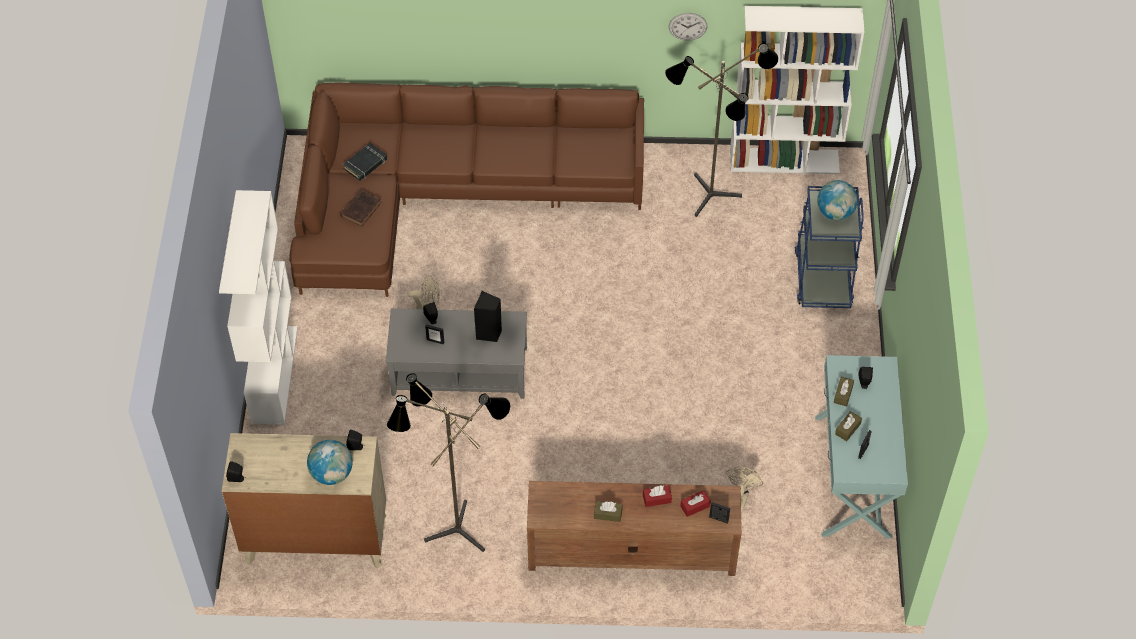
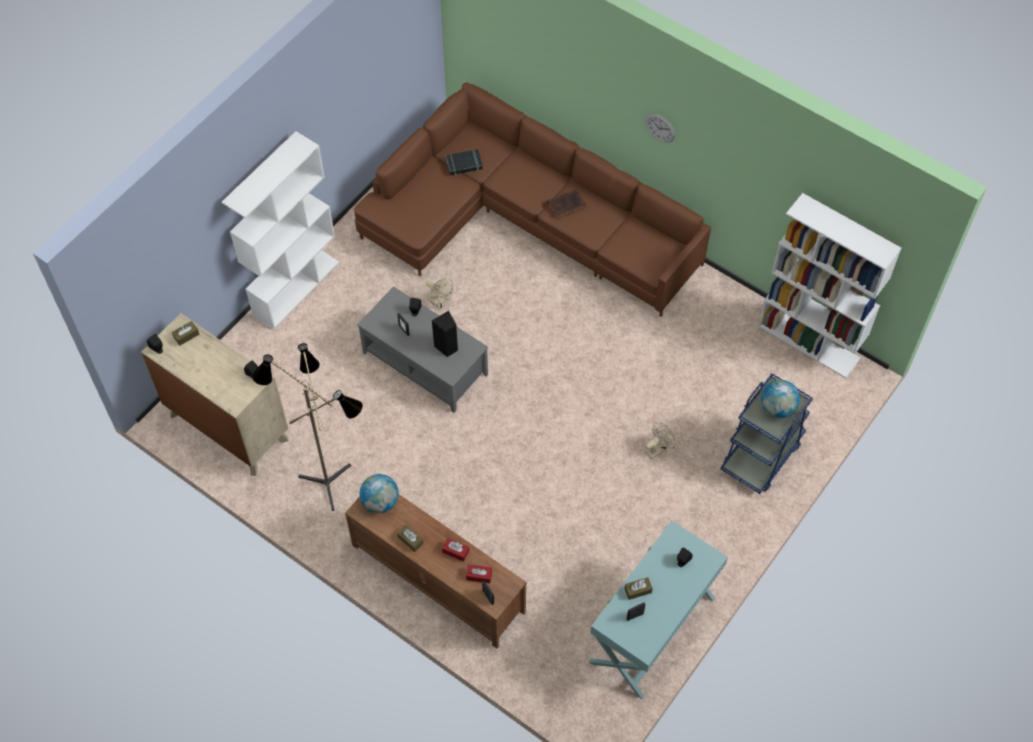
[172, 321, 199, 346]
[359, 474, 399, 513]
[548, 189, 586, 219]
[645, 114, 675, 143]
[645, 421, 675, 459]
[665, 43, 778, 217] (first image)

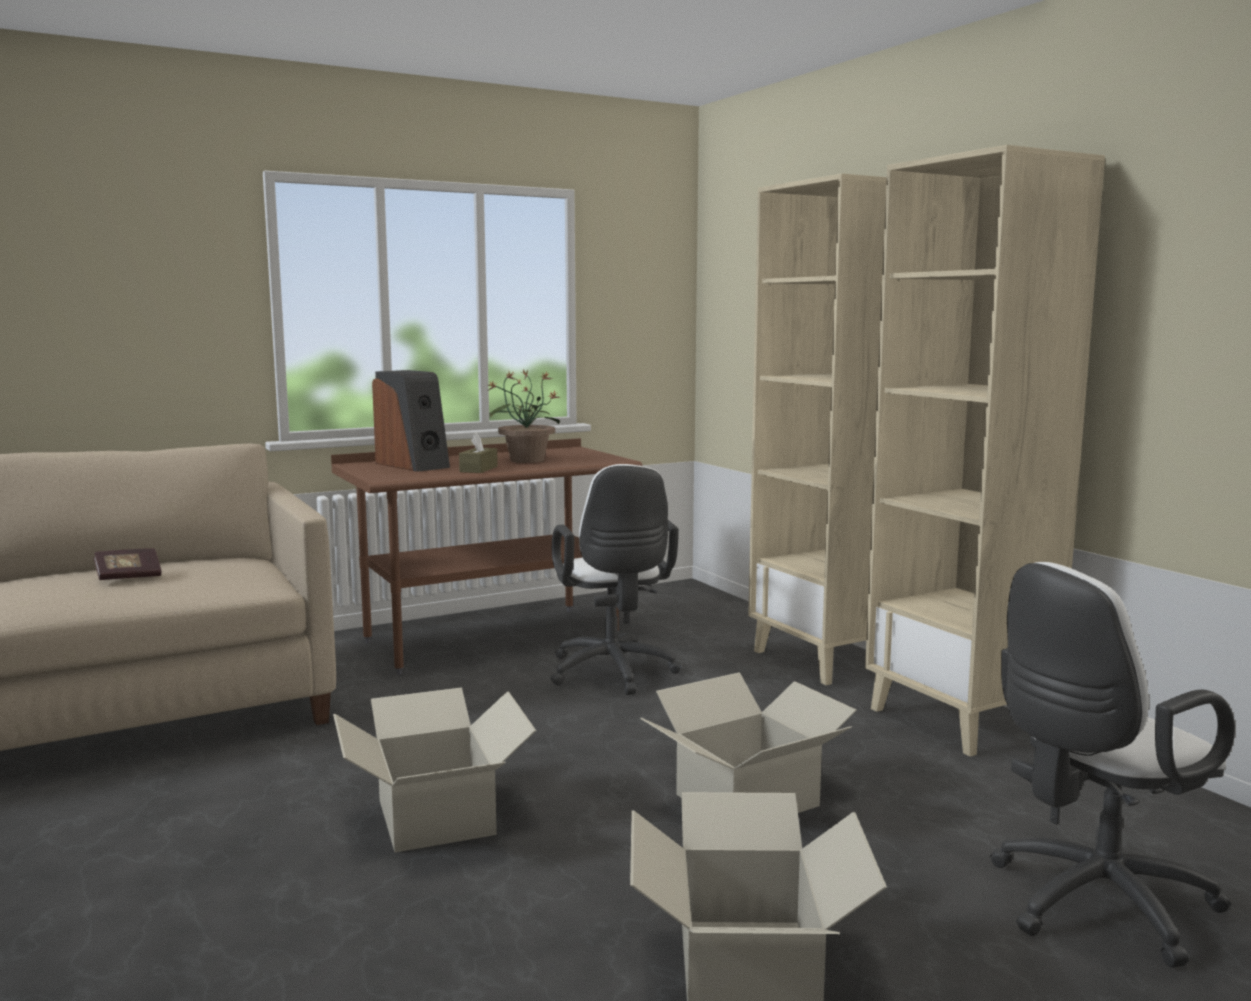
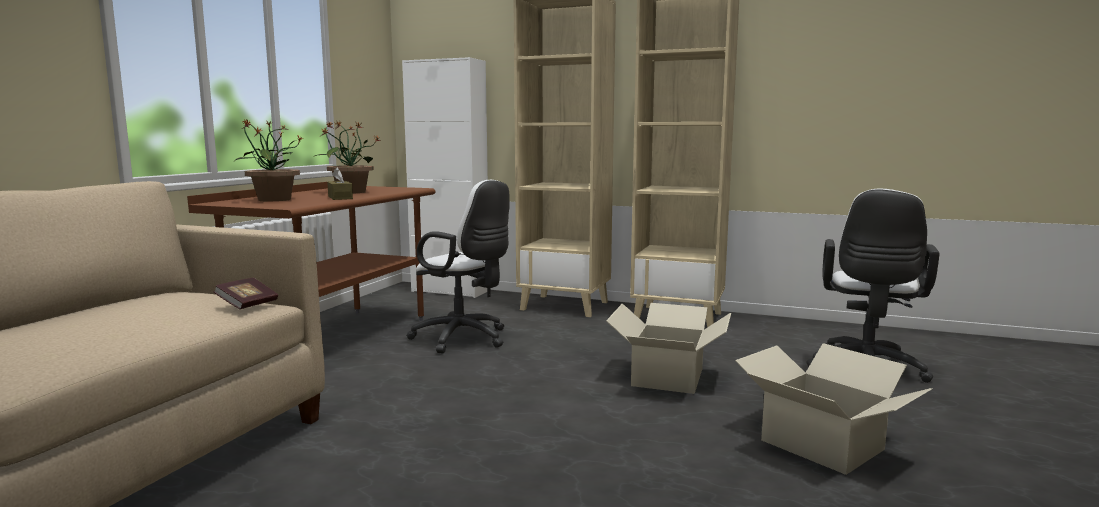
[213, 278, 278, 309]
[235, 118, 303, 201]
[402, 57, 488, 298]
[333, 687, 536, 853] (first image)

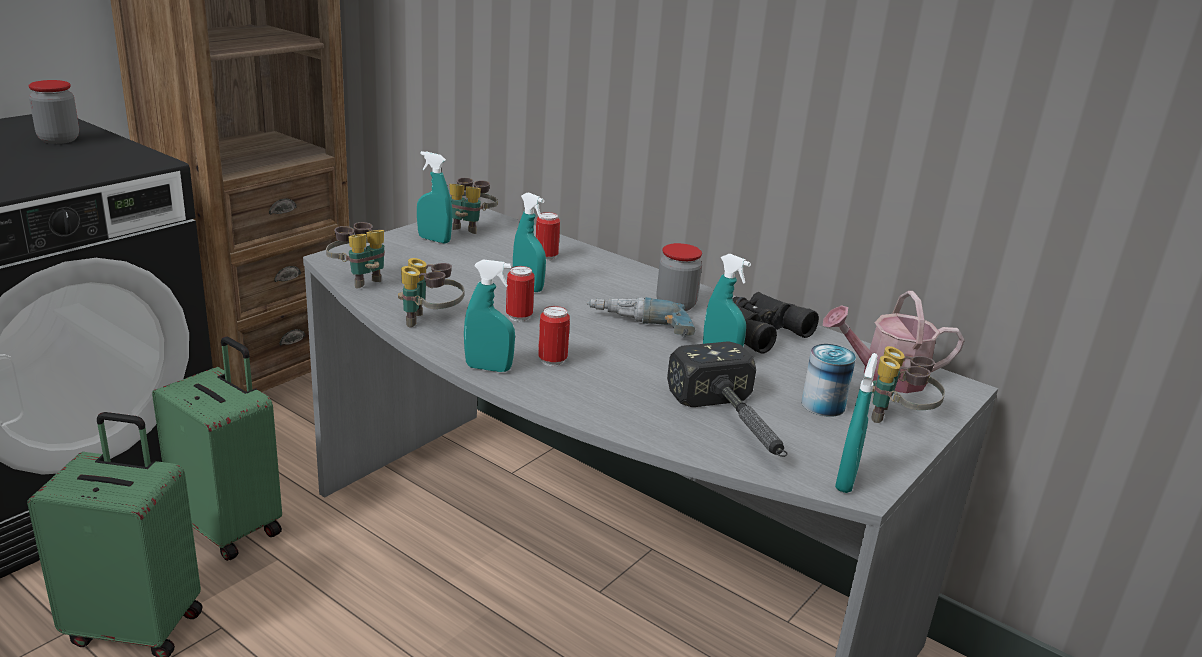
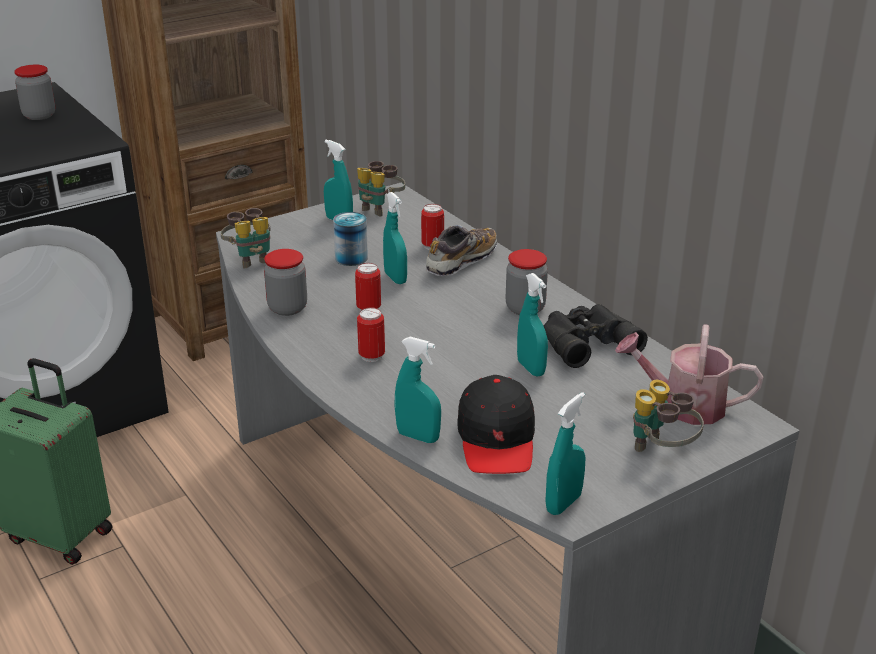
[264, 249, 307, 316]
[333, 212, 368, 266]
[394, 337, 441, 443]
[426, 225, 497, 276]
[457, 375, 535, 474]
[152, 337, 282, 561] (first image)
[587, 297, 695, 337] (first image)

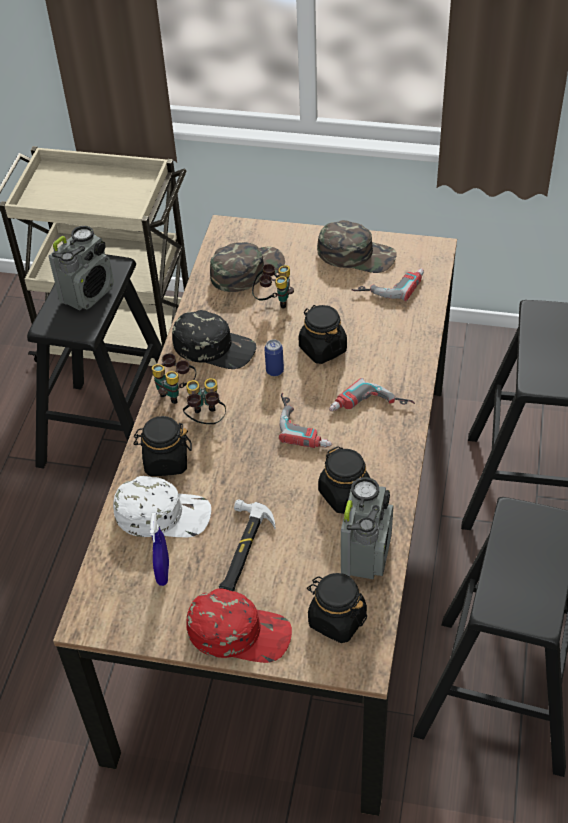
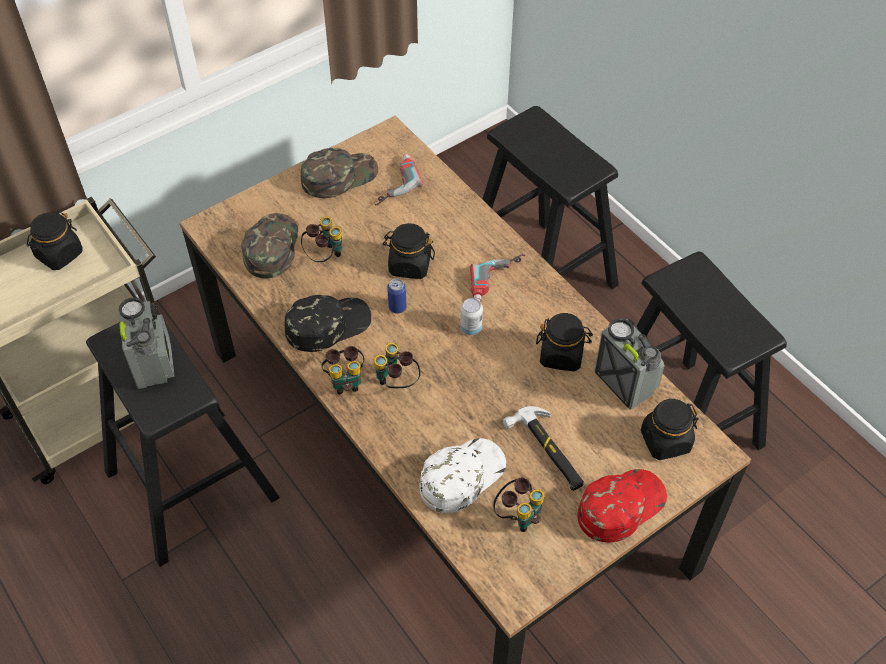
[27, 211, 83, 270]
[460, 298, 483, 335]
[493, 478, 545, 532]

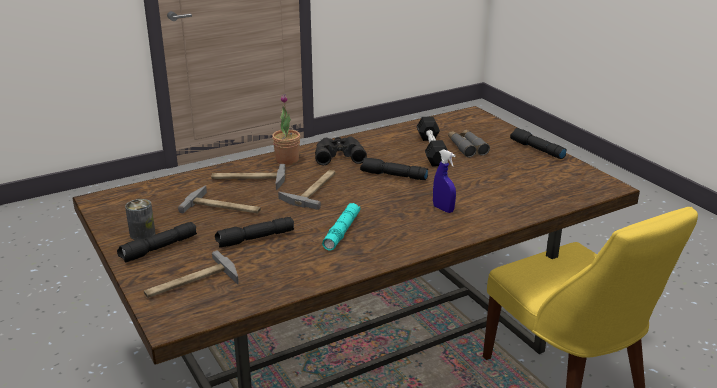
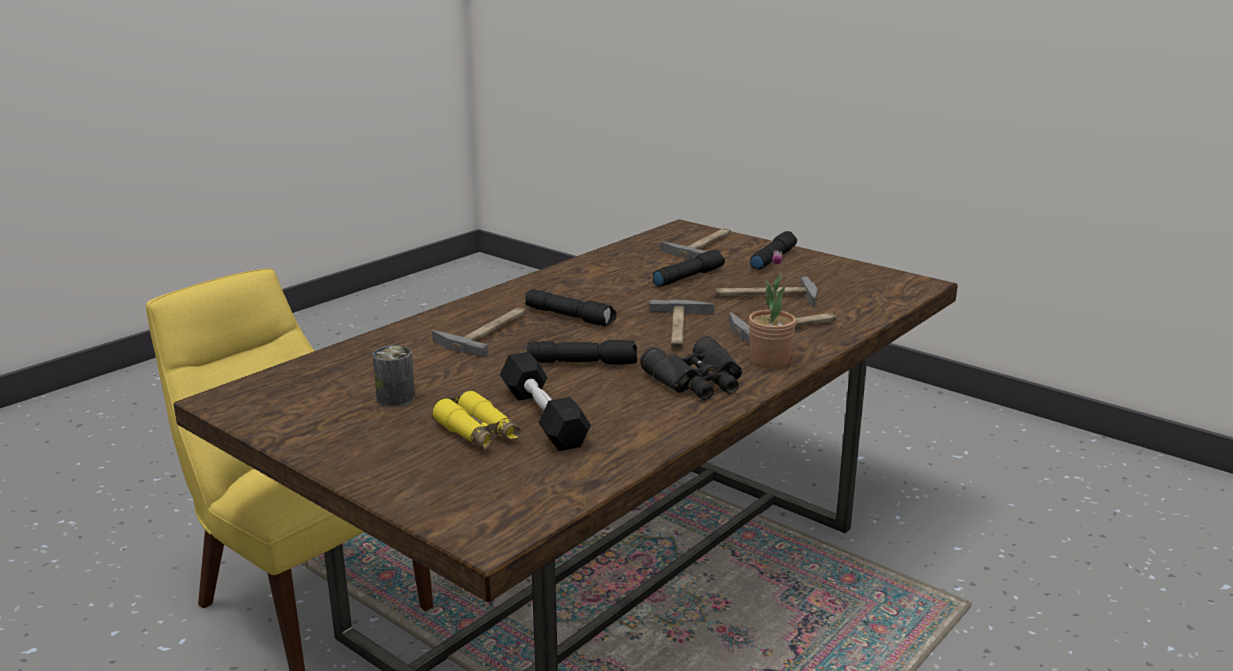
[372, 345, 415, 407]
[432, 307, 526, 357]
[432, 390, 521, 450]
[525, 289, 617, 327]
[322, 203, 361, 251] (first image)

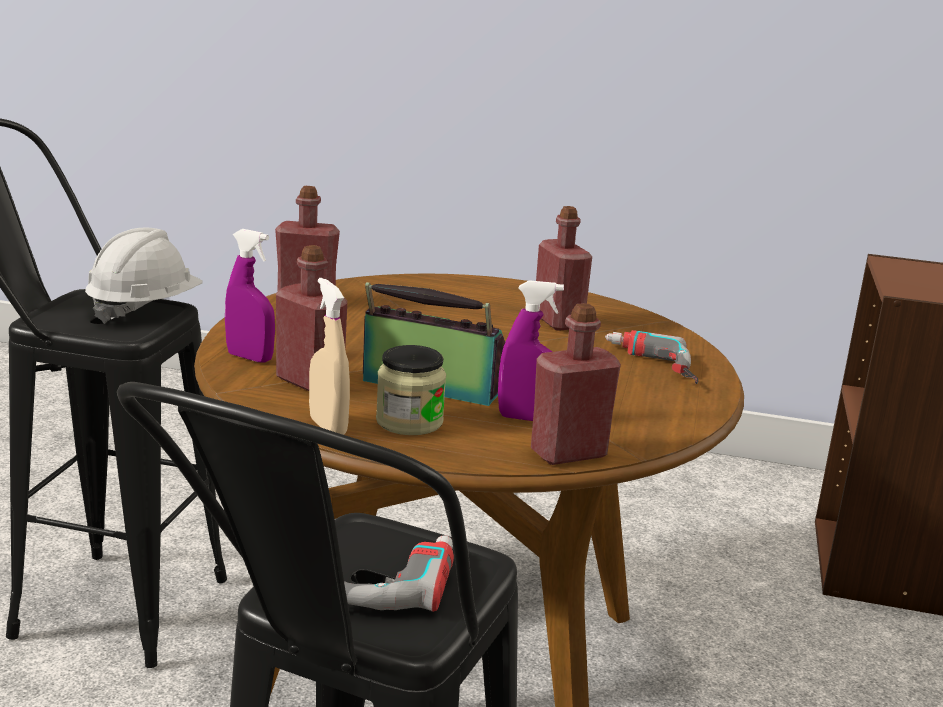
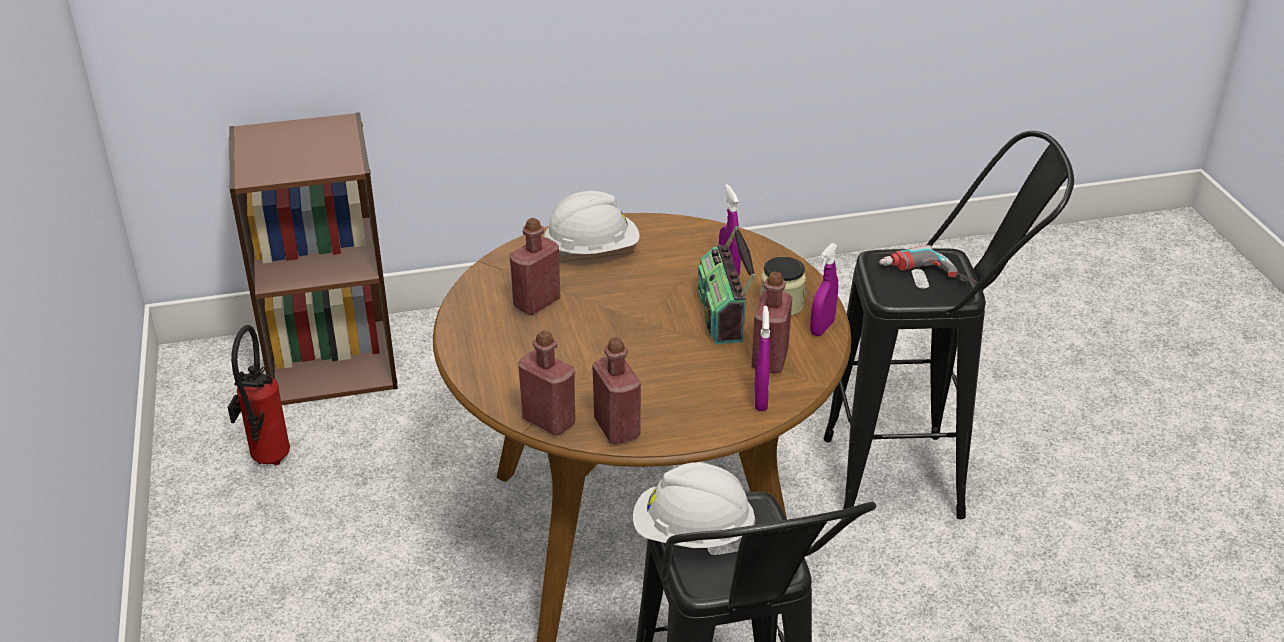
[227, 325, 290, 466]
[518, 331, 576, 436]
[544, 191, 640, 257]
[810, 243, 838, 336]

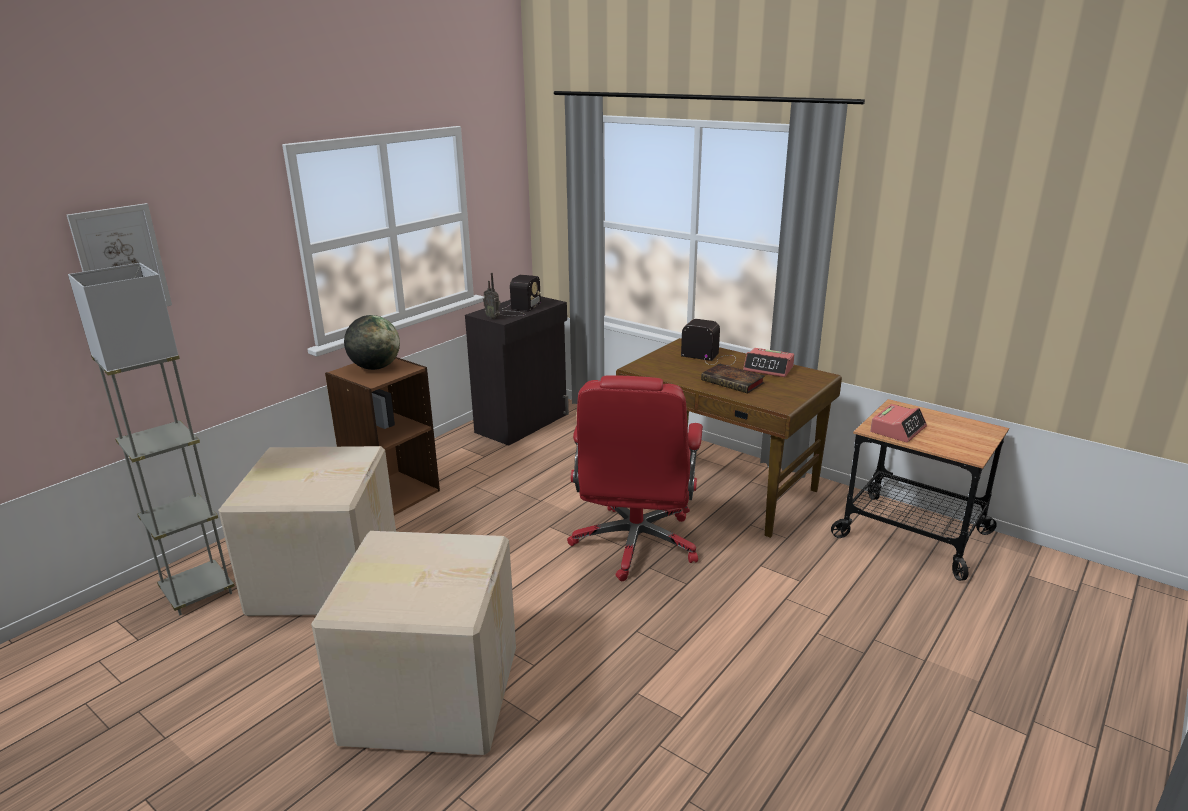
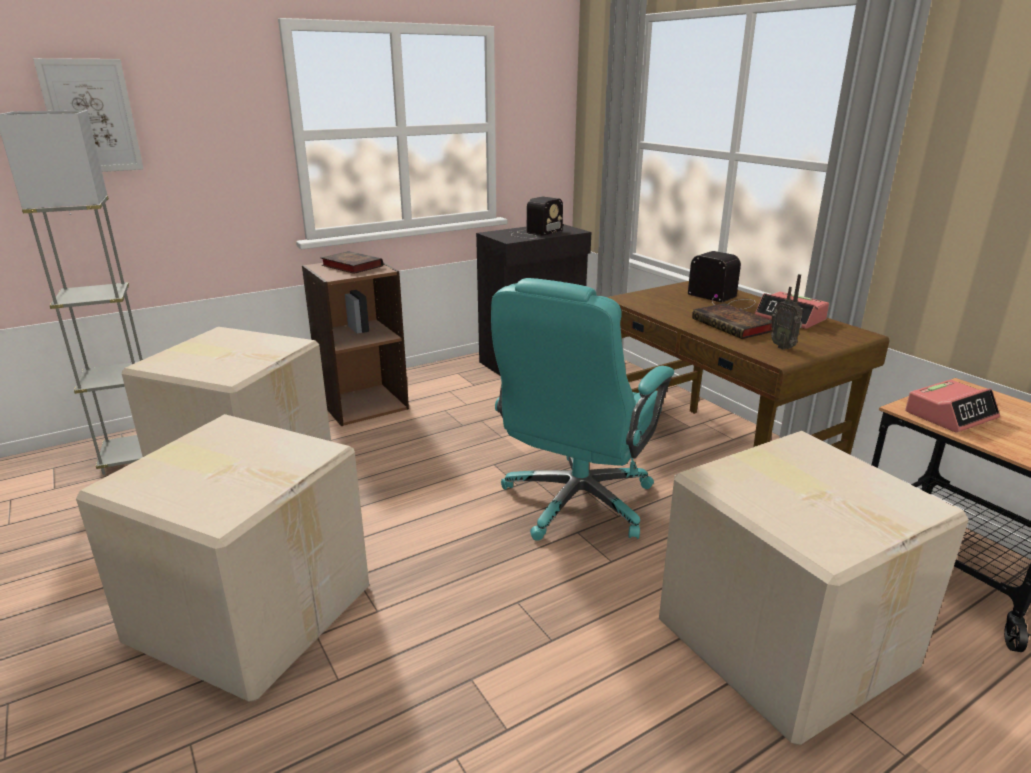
[321, 251, 383, 274]
[491, 278, 674, 541]
[659, 431, 969, 745]
[771, 274, 803, 350]

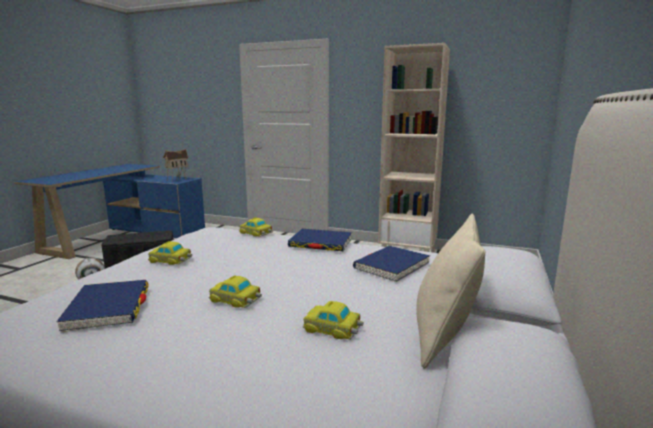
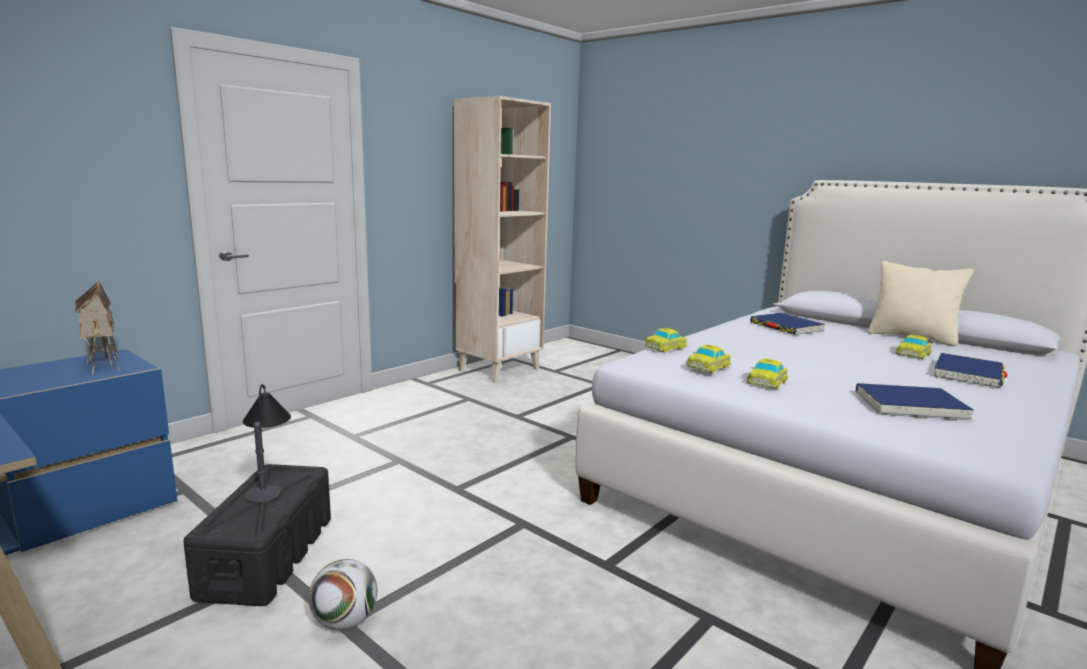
[243, 384, 291, 503]
[686, 345, 731, 373]
[934, 353, 1007, 388]

